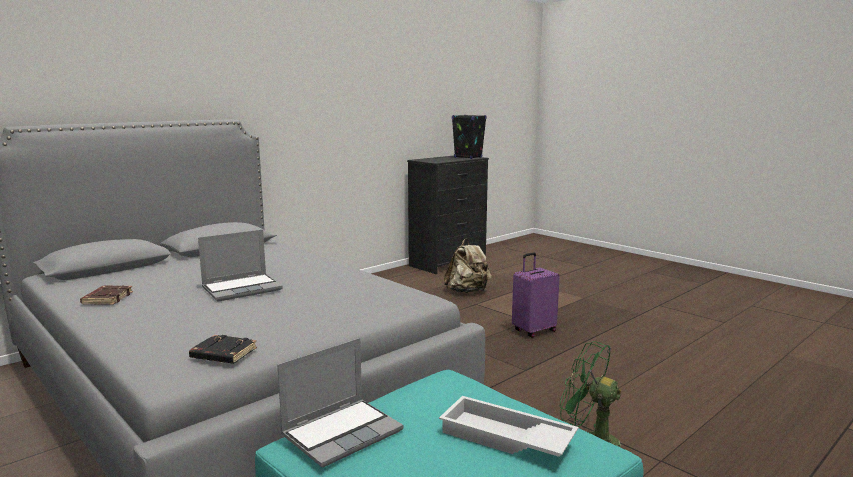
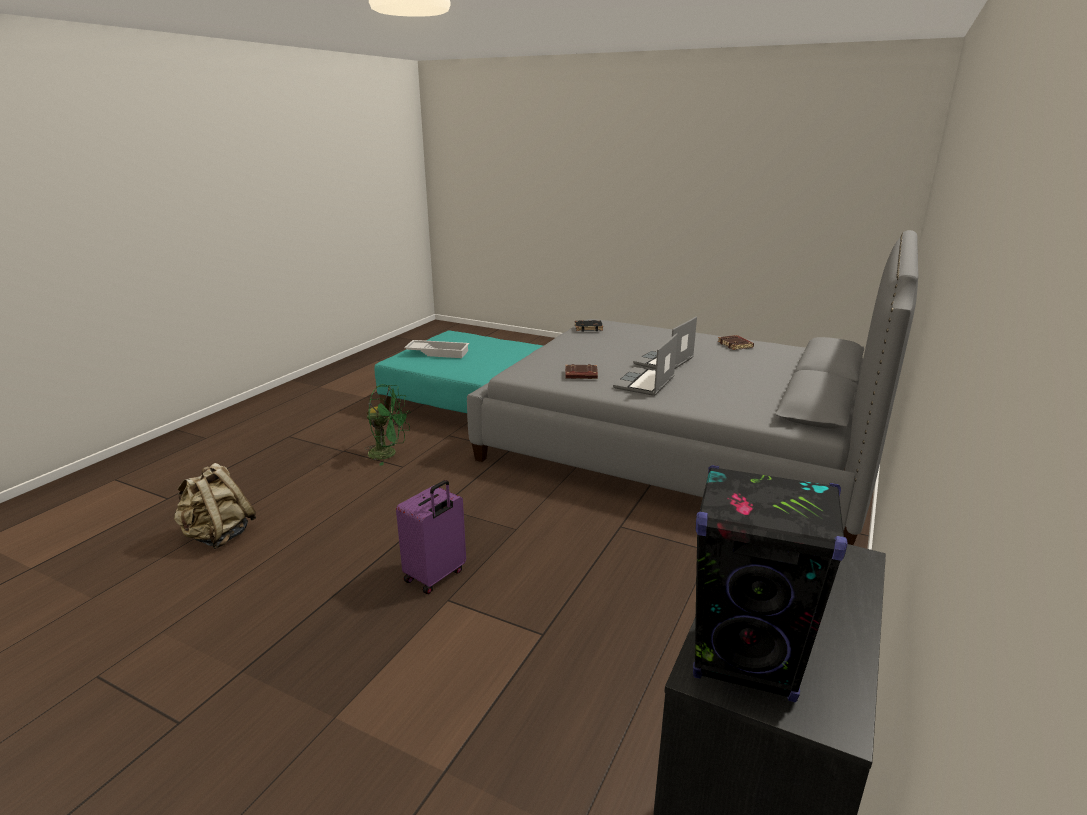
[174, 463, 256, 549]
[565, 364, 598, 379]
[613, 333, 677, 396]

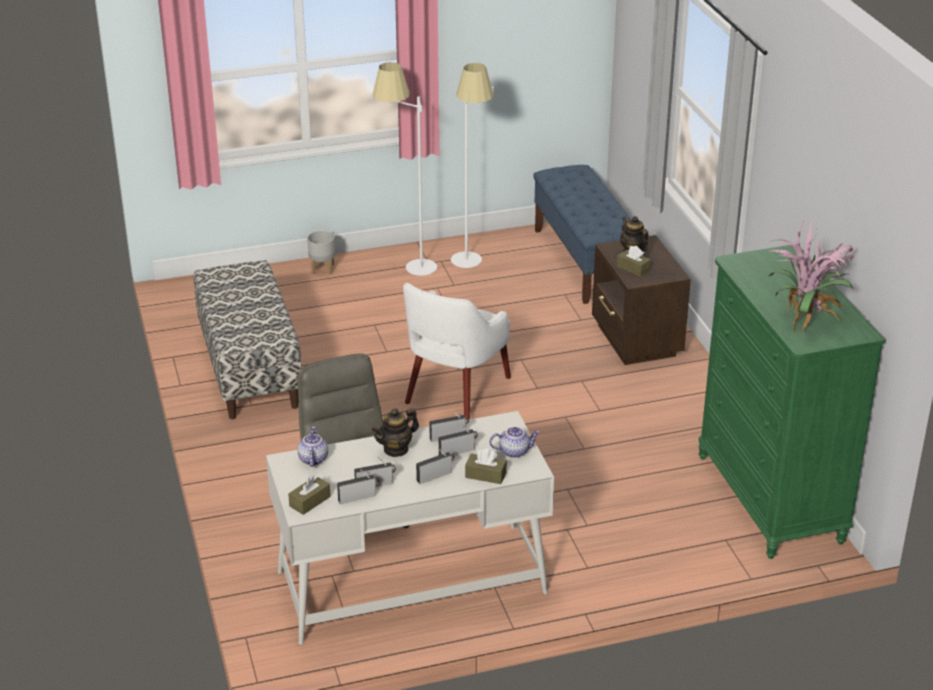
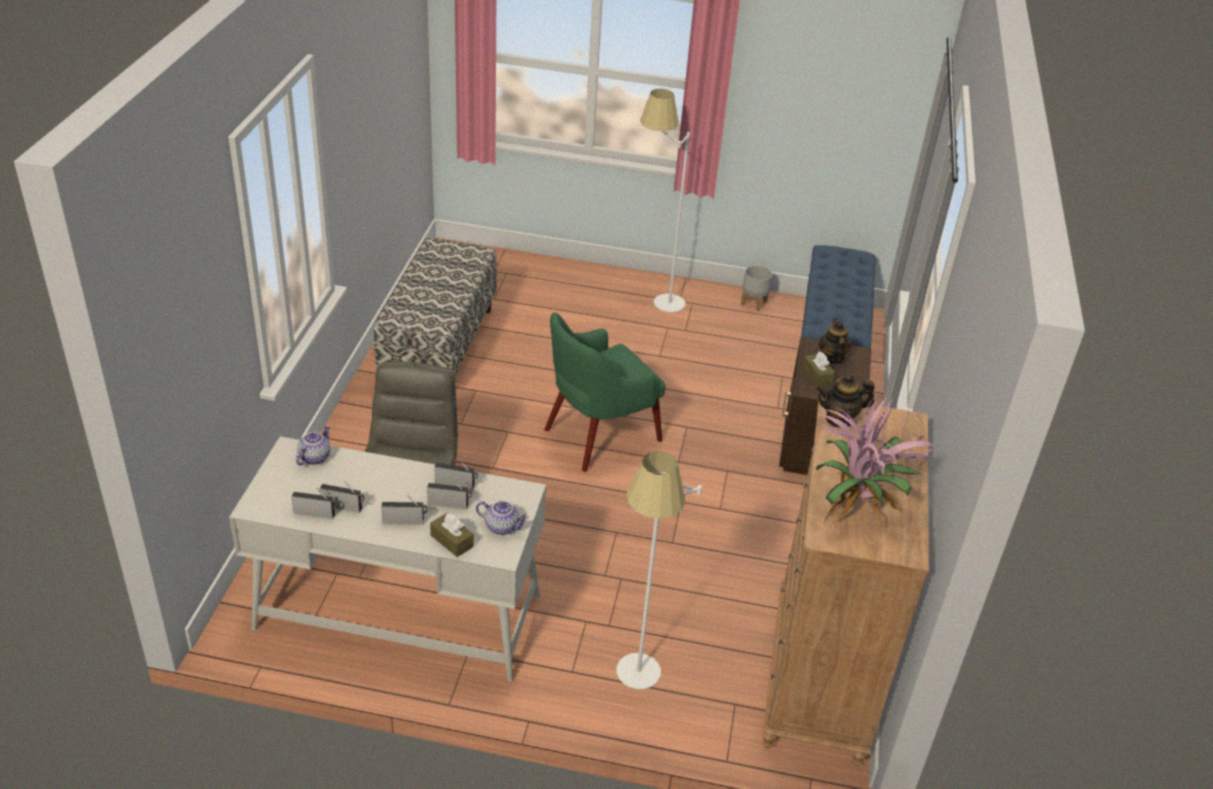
[544, 313, 666, 472]
[616, 451, 702, 689]
[741, 265, 772, 311]
[762, 402, 929, 767]
[816, 374, 875, 428]
[288, 475, 331, 515] (first image)

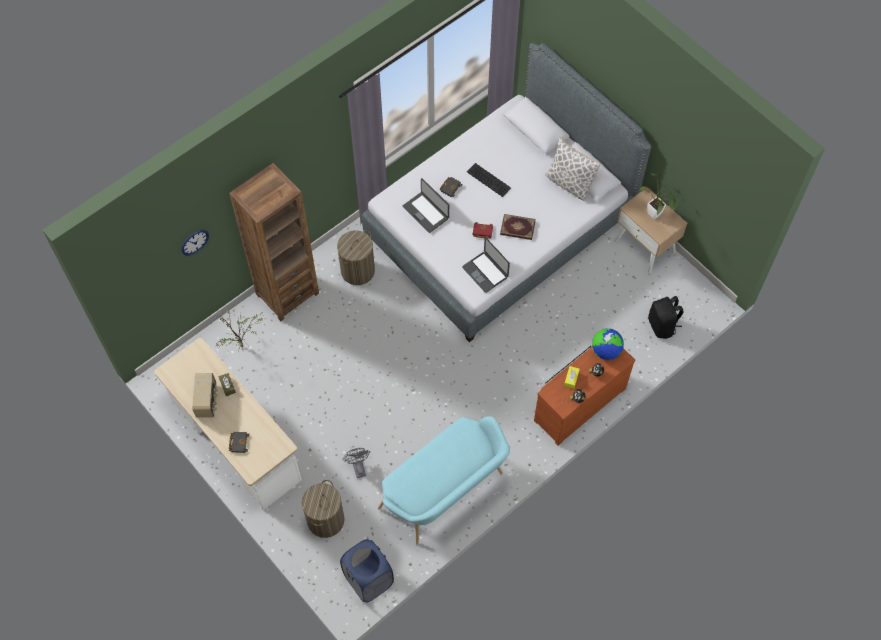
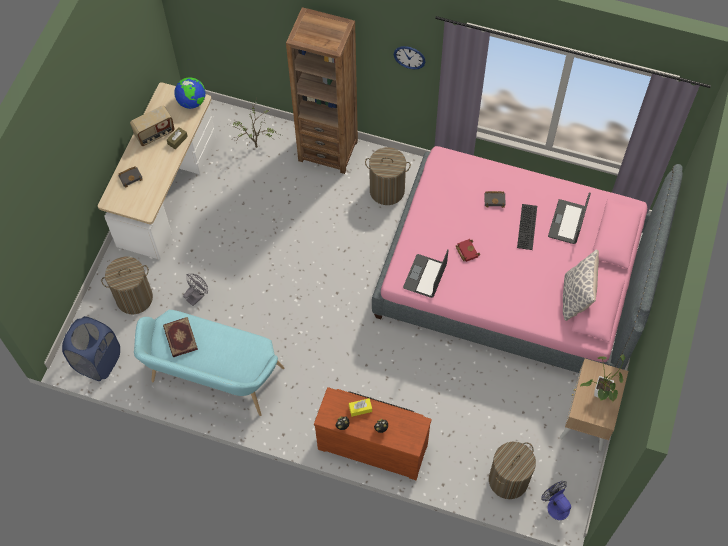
[163, 317, 198, 357]
[174, 77, 206, 109]
[372, 146, 683, 373]
[394, 46, 426, 69]
[489, 442, 536, 499]
[541, 481, 571, 520]
[548, 192, 591, 244]

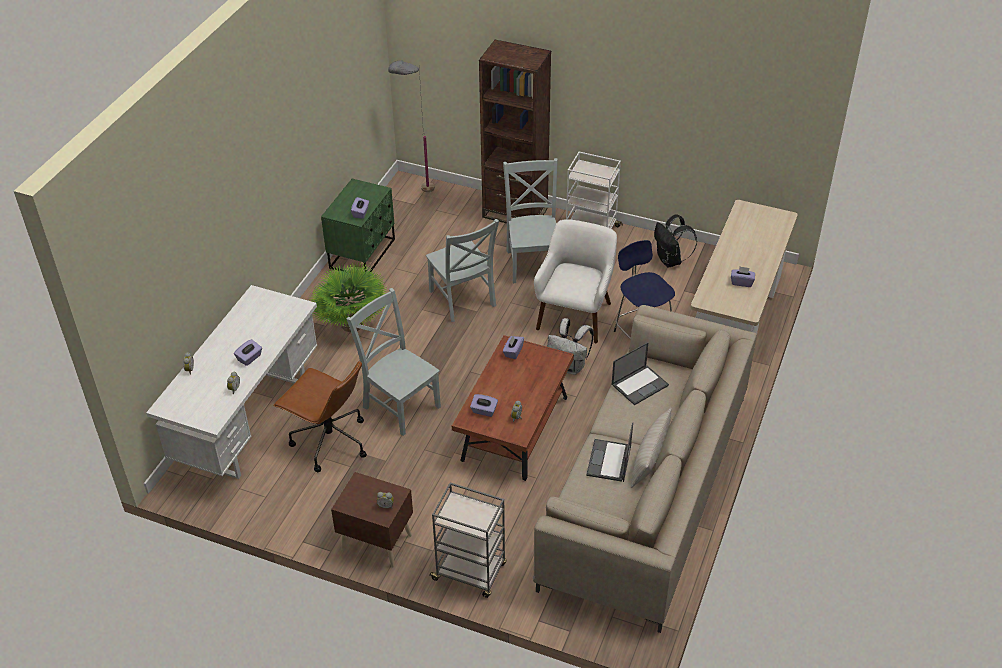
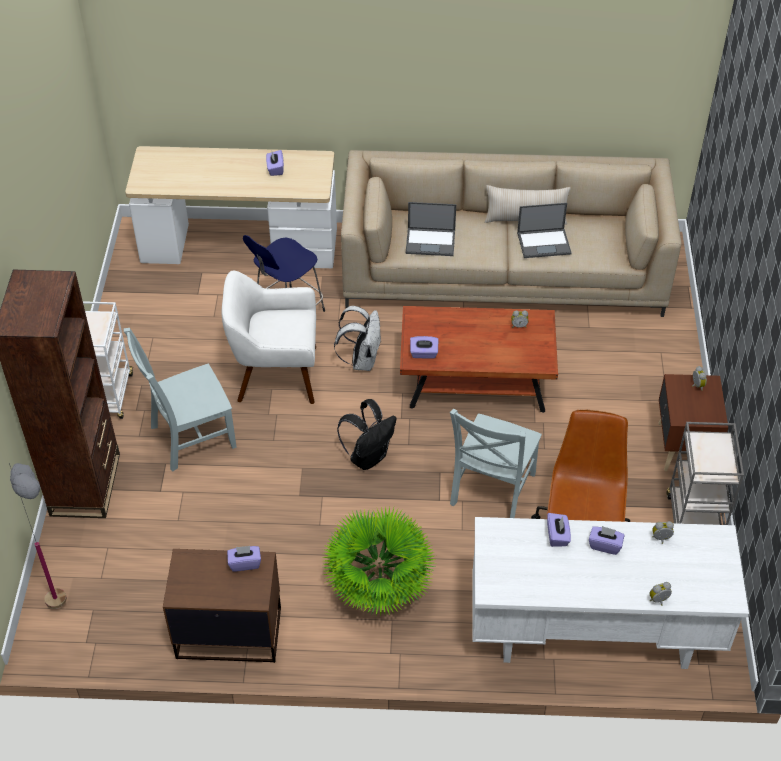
[163, 549, 281, 663]
[337, 399, 396, 470]
[406, 202, 456, 256]
[547, 513, 571, 547]
[667, 422, 744, 525]
[426, 219, 499, 322] (first image)

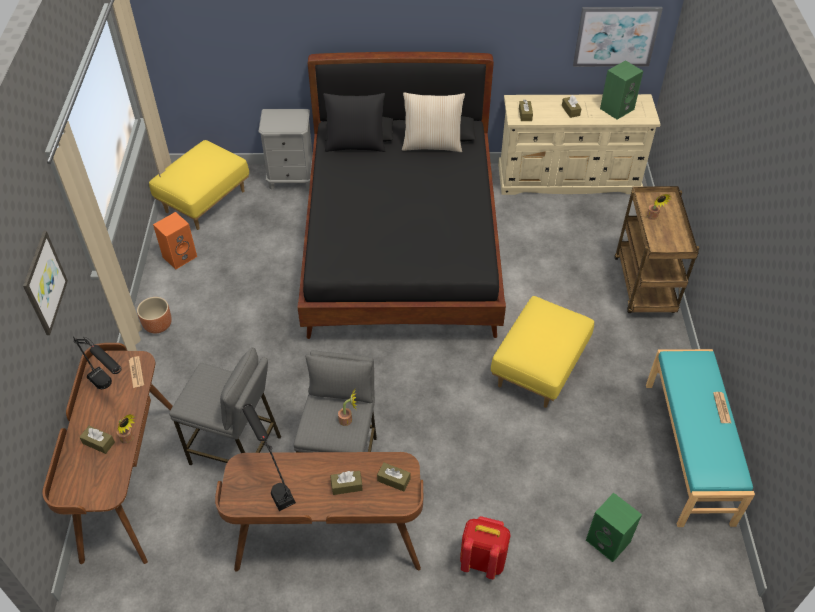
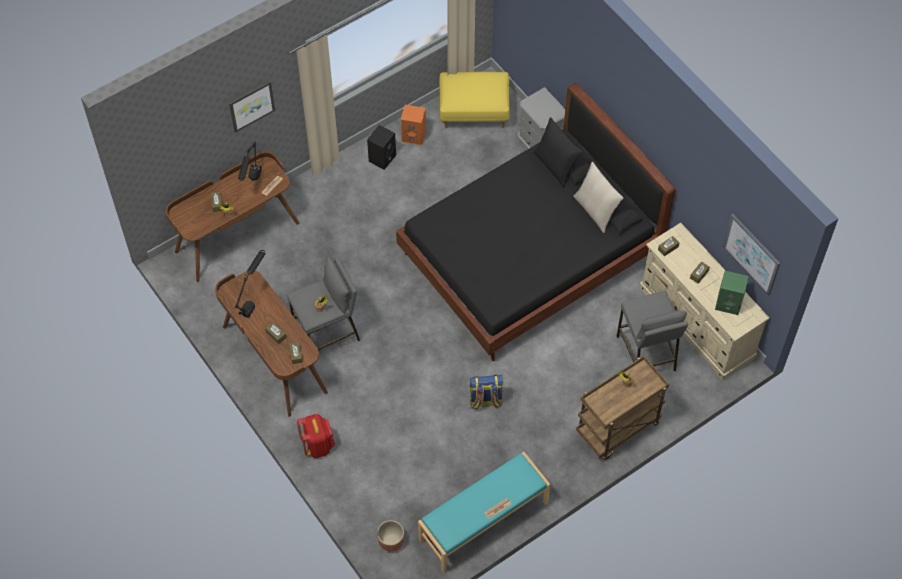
[367, 125, 396, 170]
[377, 520, 404, 552]
[469, 375, 503, 411]
[617, 291, 688, 371]
[586, 493, 642, 562] (first image)

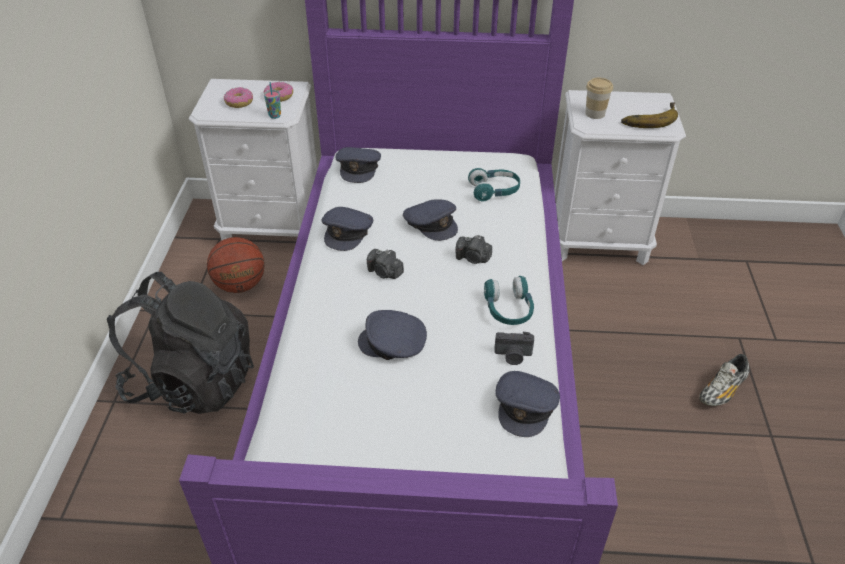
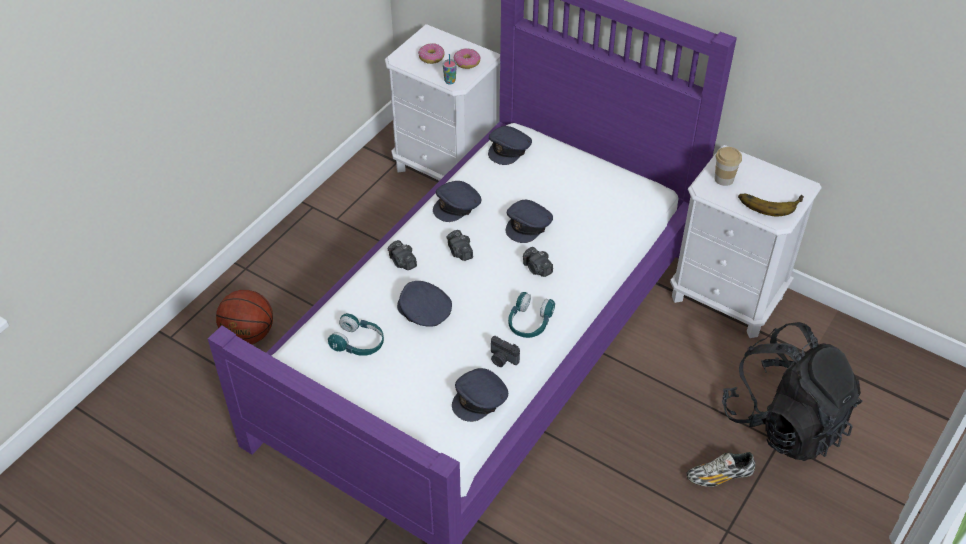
[216, 290, 273, 344]
[328, 313, 384, 356]
[388, 240, 417, 270]
[506, 200, 553, 243]
[722, 322, 862, 461]

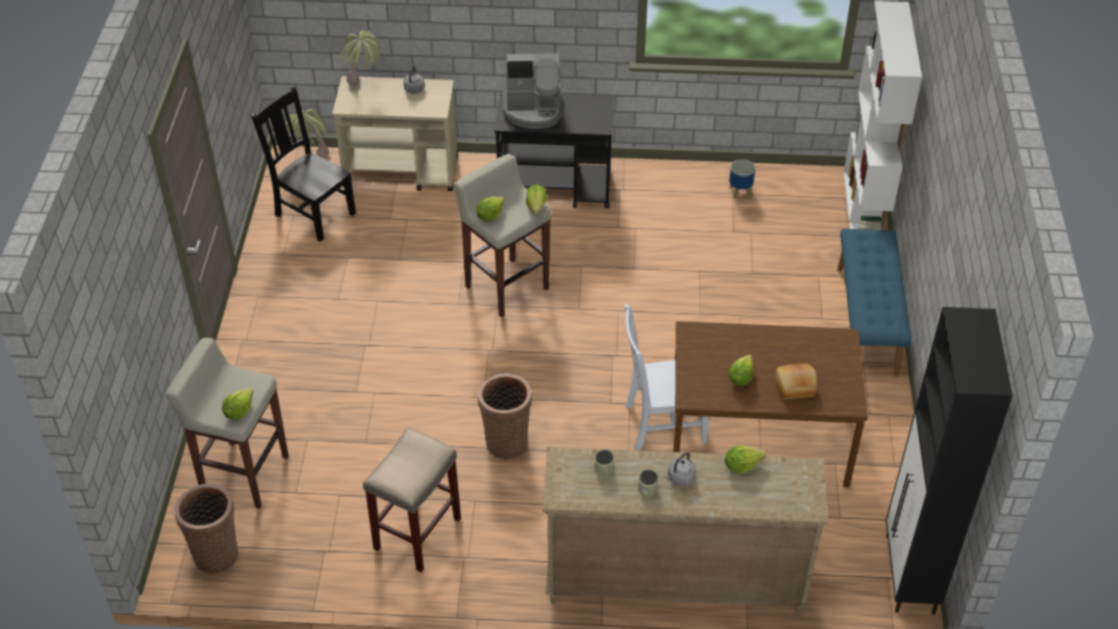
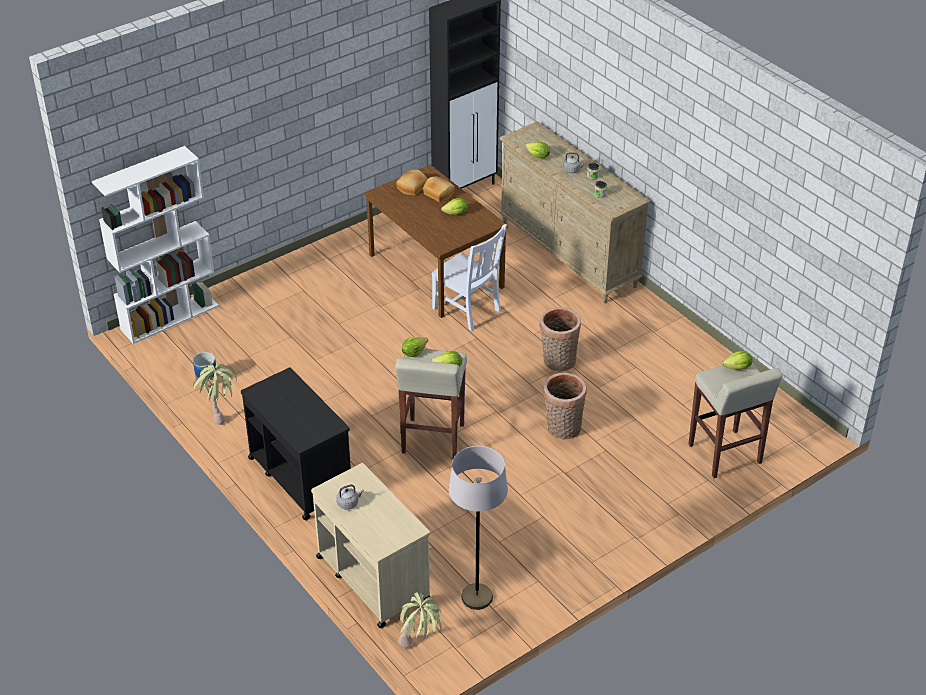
[193, 364, 237, 425]
[396, 170, 428, 195]
[449, 446, 508, 610]
[543, 373, 587, 439]
[363, 428, 461, 572] (first image)
[503, 53, 563, 128] (first image)
[837, 229, 911, 377] (first image)

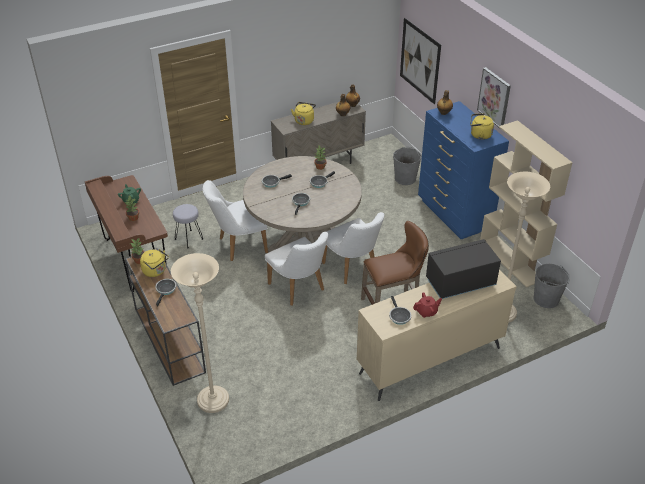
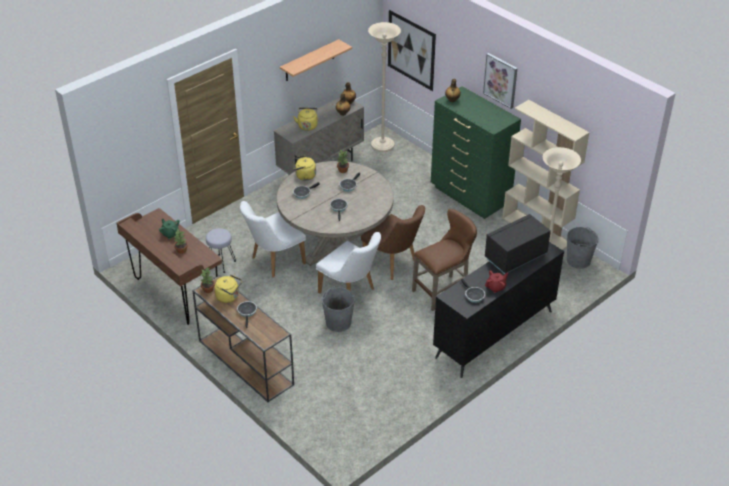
[280, 39, 352, 81]
[294, 155, 316, 181]
[322, 286, 355, 332]
[361, 205, 425, 280]
[368, 22, 401, 152]
[431, 86, 521, 219]
[433, 242, 564, 378]

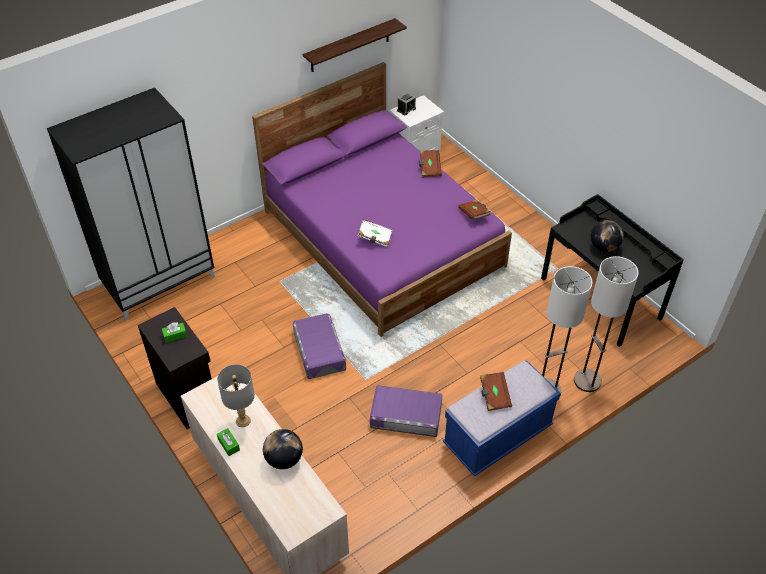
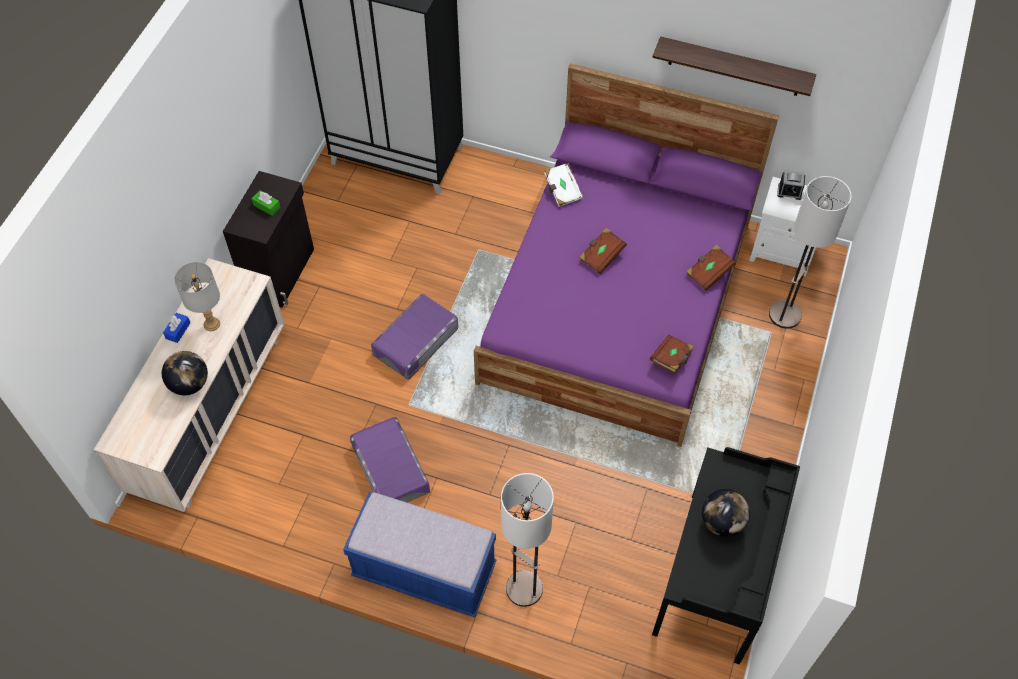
[163, 313, 190, 343]
[544, 163, 583, 207]
[579, 228, 627, 274]
[769, 176, 852, 329]

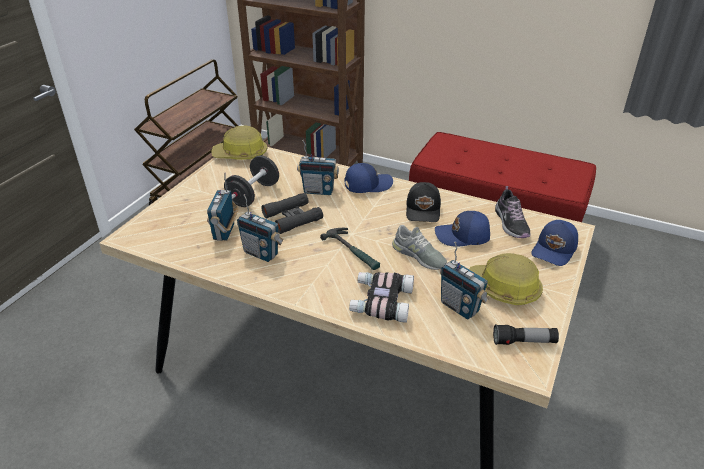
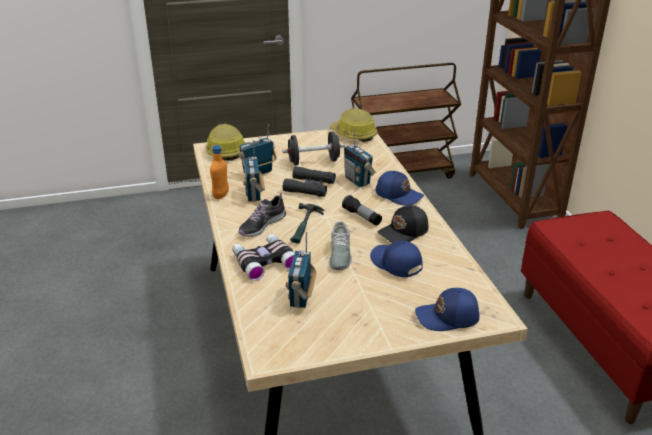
[206, 124, 245, 161]
[210, 145, 229, 199]
[238, 193, 286, 237]
[342, 195, 382, 226]

